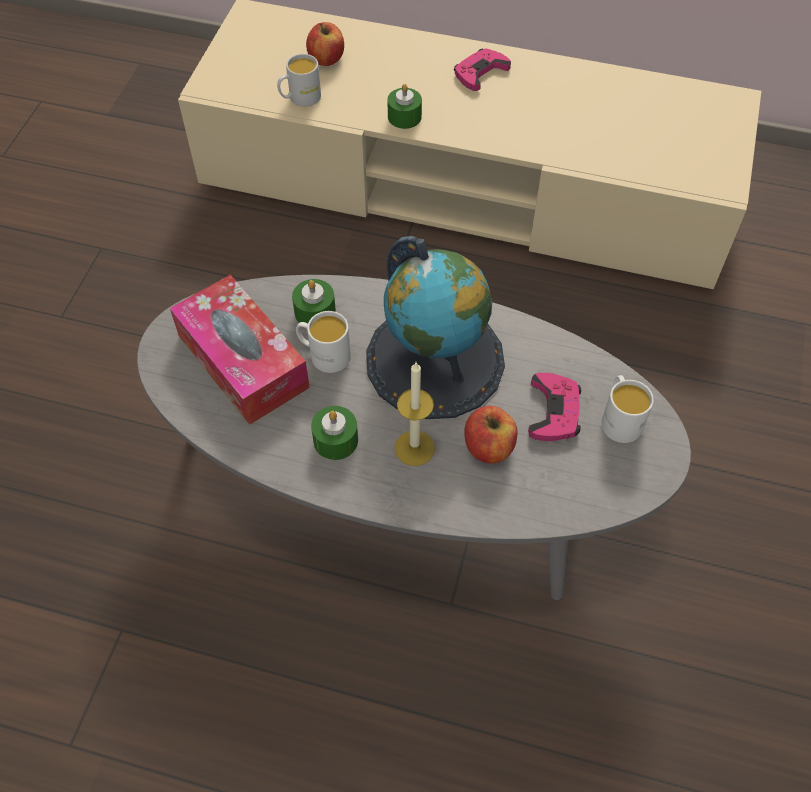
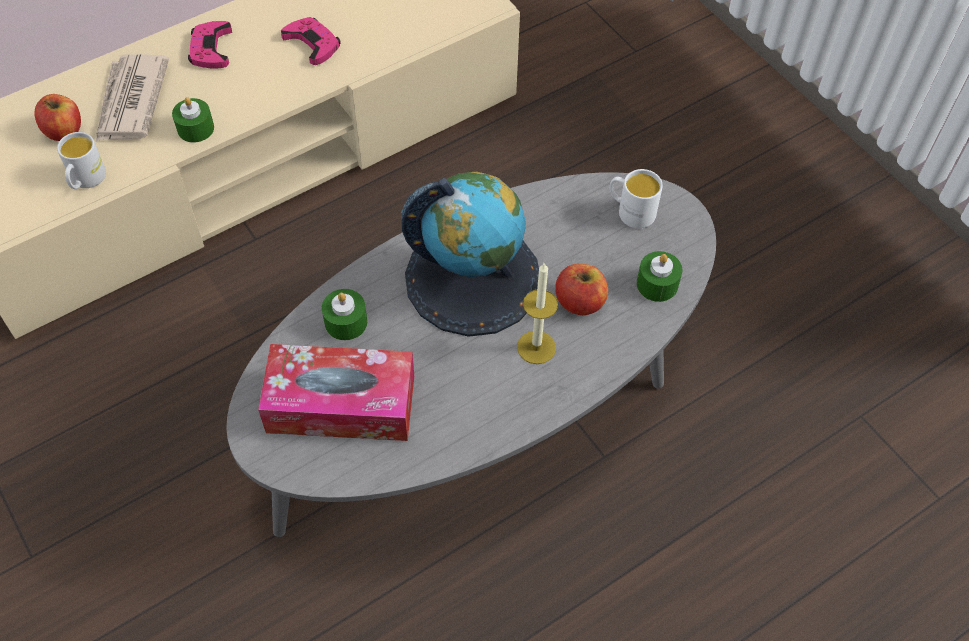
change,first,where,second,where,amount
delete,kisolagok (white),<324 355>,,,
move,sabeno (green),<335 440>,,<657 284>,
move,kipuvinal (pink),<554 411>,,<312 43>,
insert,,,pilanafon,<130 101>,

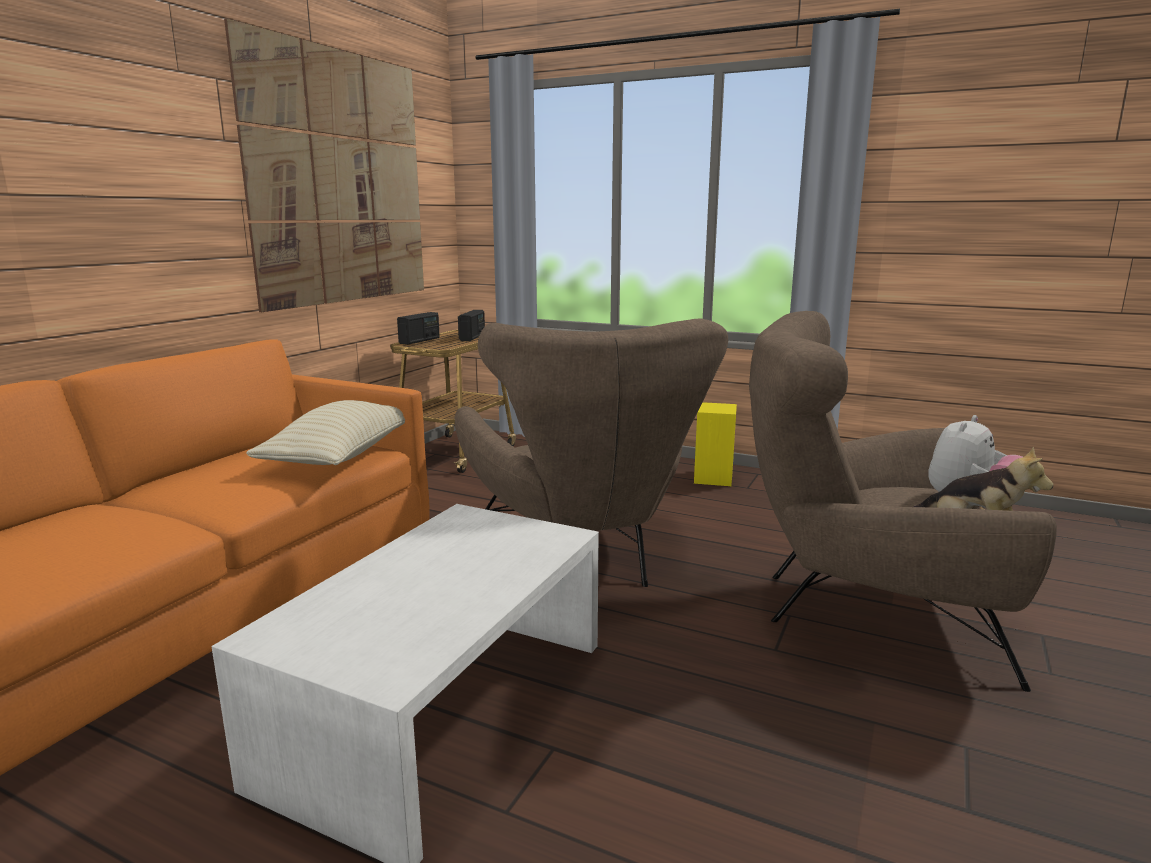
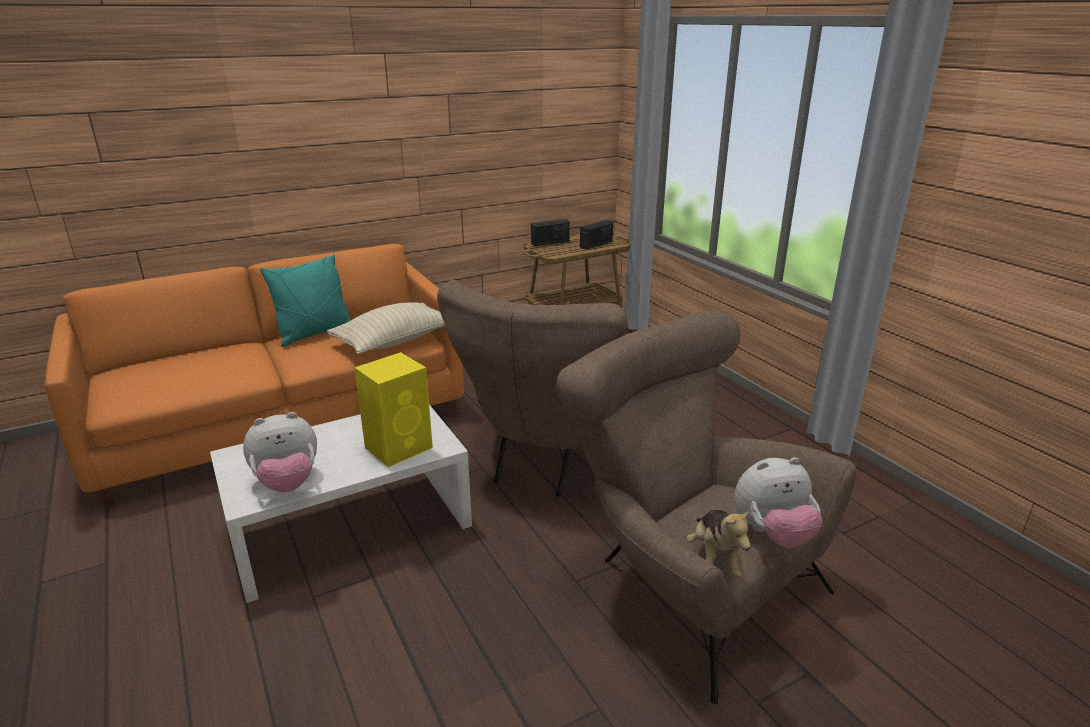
change,first,where,second,where,amount
delete,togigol,<340 179>,,,
move,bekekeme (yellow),<713 477>,,<400 447>,
insert,,,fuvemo,<287 483>,
insert,,,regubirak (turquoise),<314 334>,

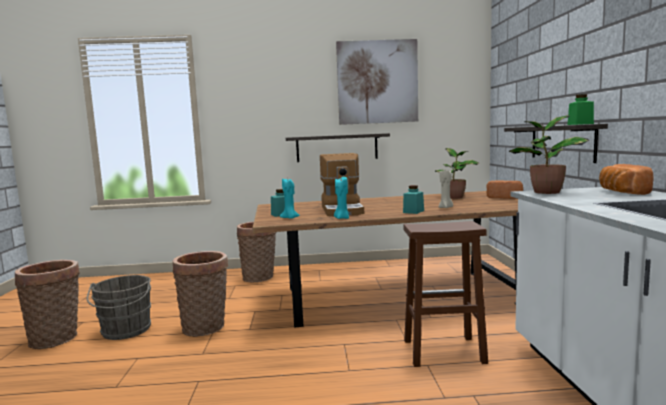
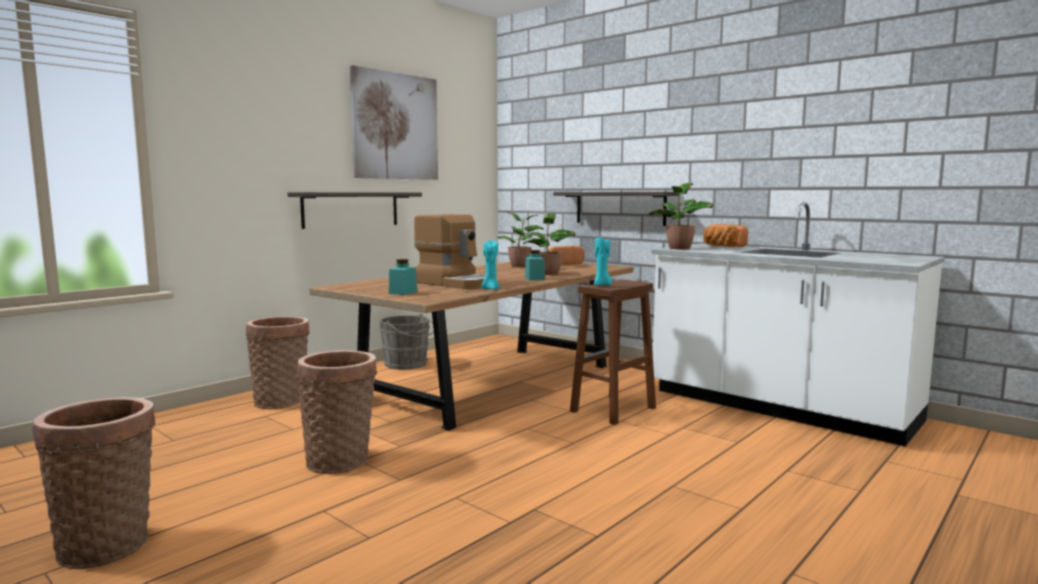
change,first,where,second,where,amount
move,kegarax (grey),<125 331>,,<408 364>,
move,sabeno (turquoise),<290 218>,,<602 285>,
replace,sabeno (beige),<446 207>,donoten,<549 274>,
delete,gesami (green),<580 124>,,,

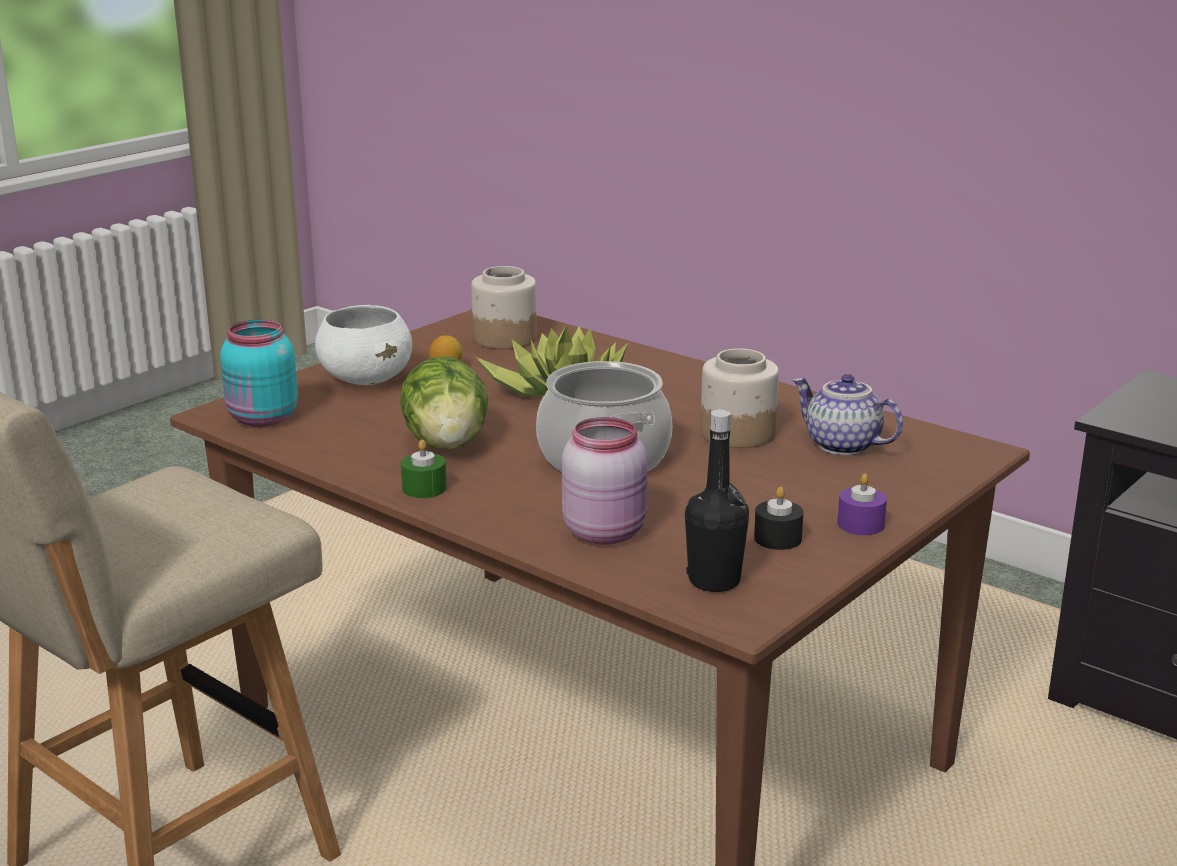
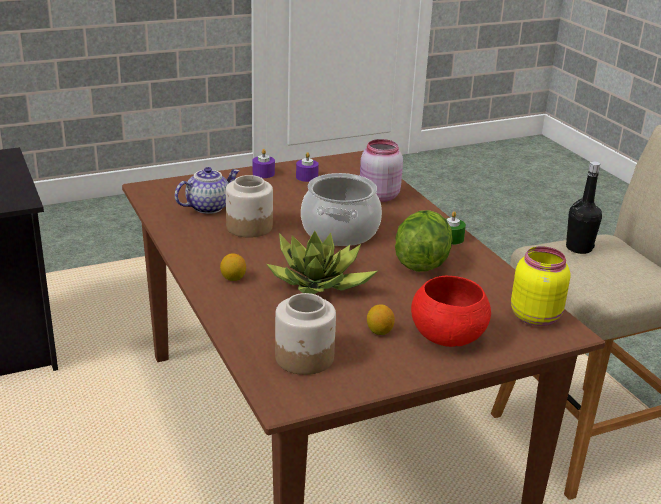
change,first,where,second,where,amount
recolor,gesami (turquoise),<262 419>,gesami (yellow),<536 316>,
recolor,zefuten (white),<366 379>,zefuten (red),<447 338>,
move,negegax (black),<714 581>,,<579 248>,
recolor,sabeno (black),<777 538>,sabeno (purple),<307 177>,
rotate,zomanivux,<841 445>,,<208 207>,105 degrees counterclockwise
insert,,,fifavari,<233 278>,

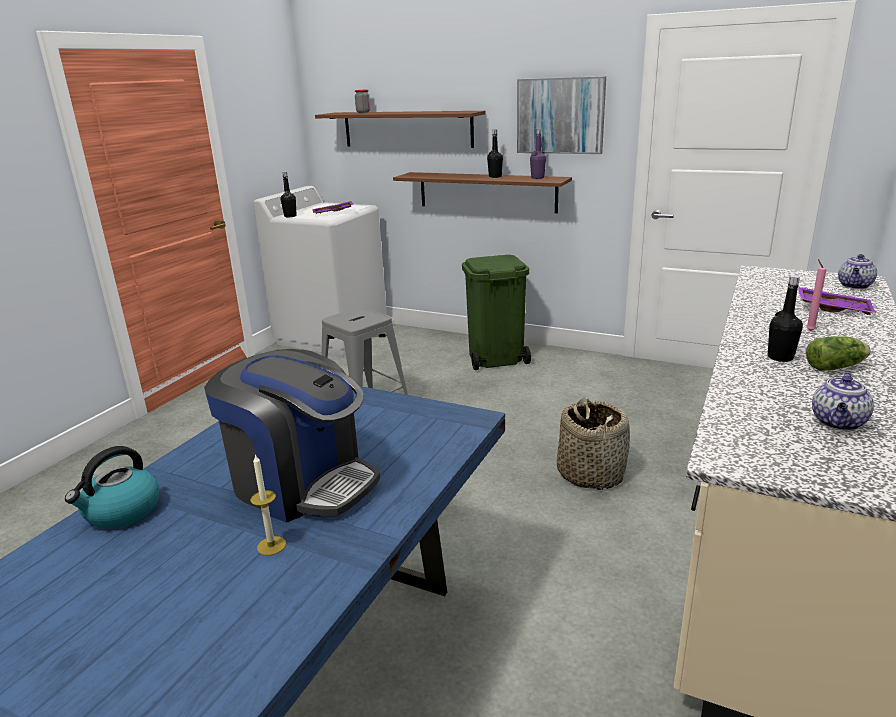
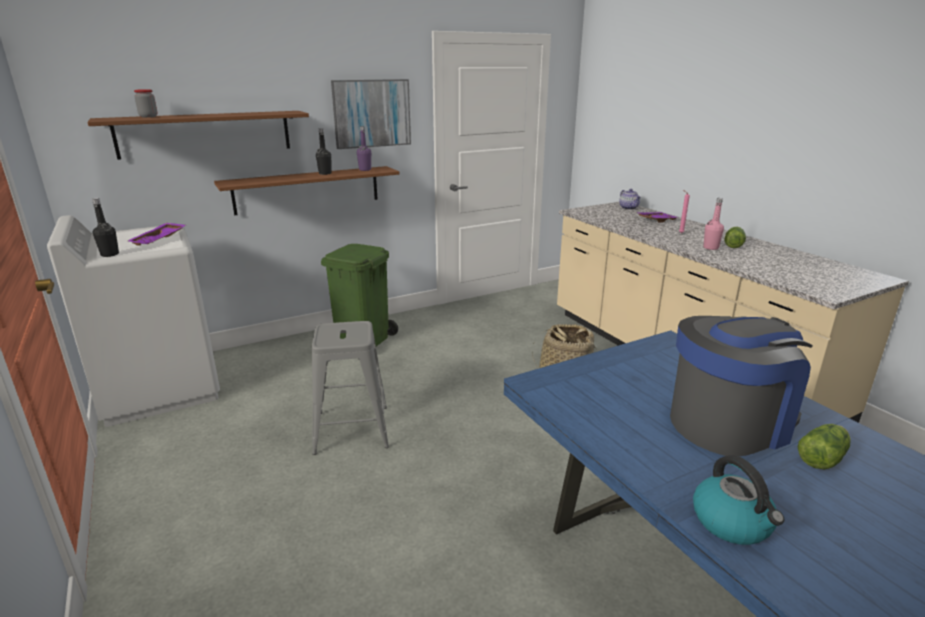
change,first,where,second,where,amount
replace,sabeno,<271 546>,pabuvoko,<823 457>,
recolor,negegax (black),<780 357>,negegax (pink),<710 248>,
delete,zomanivux,<838 423>,,,

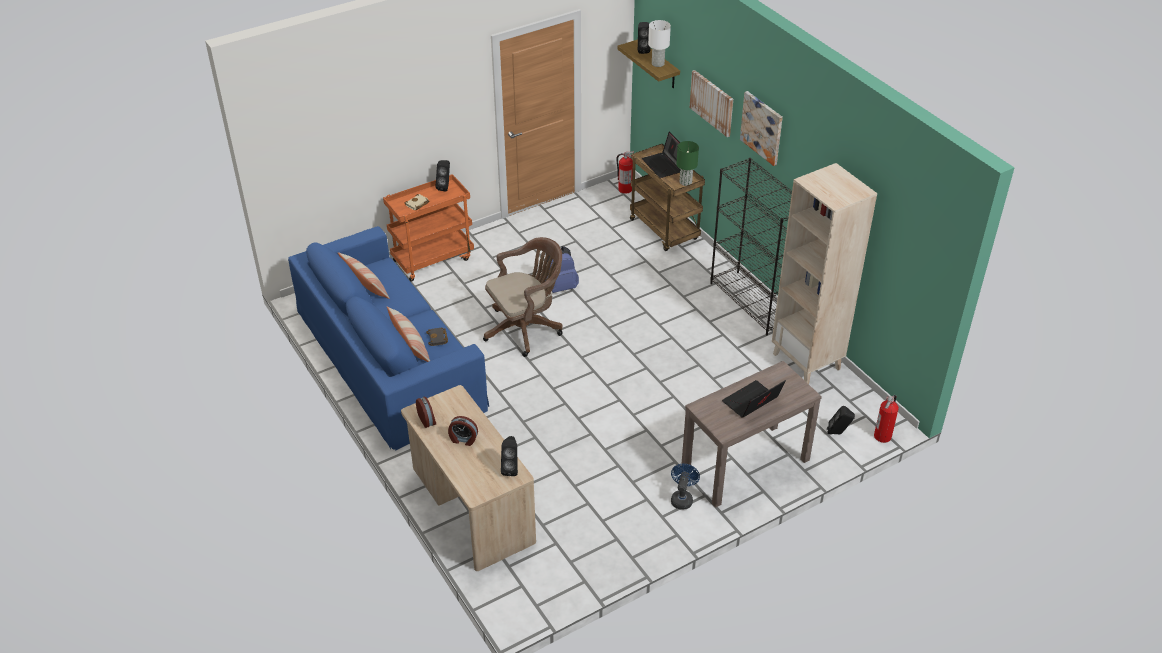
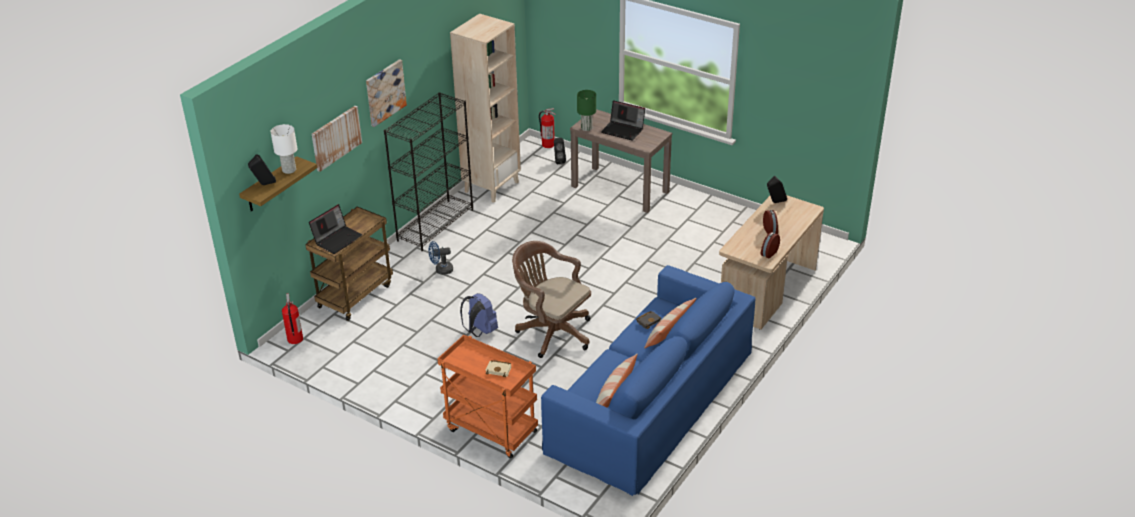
change,first,where,second,where,amount
delete,bekekeme (black),<445 187>,,,
move,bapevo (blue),<682 498>,,<441 270>,
move,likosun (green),<685 182>,,<586 128>,

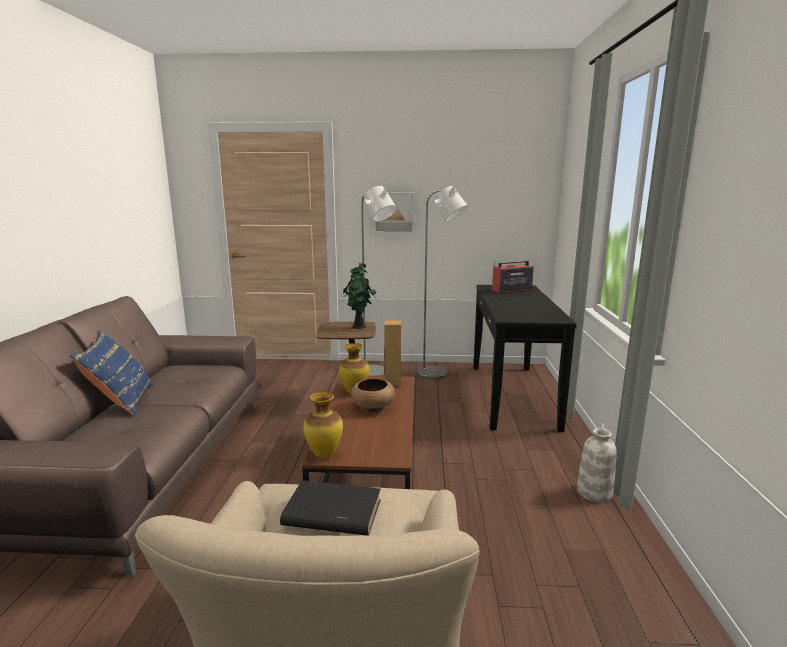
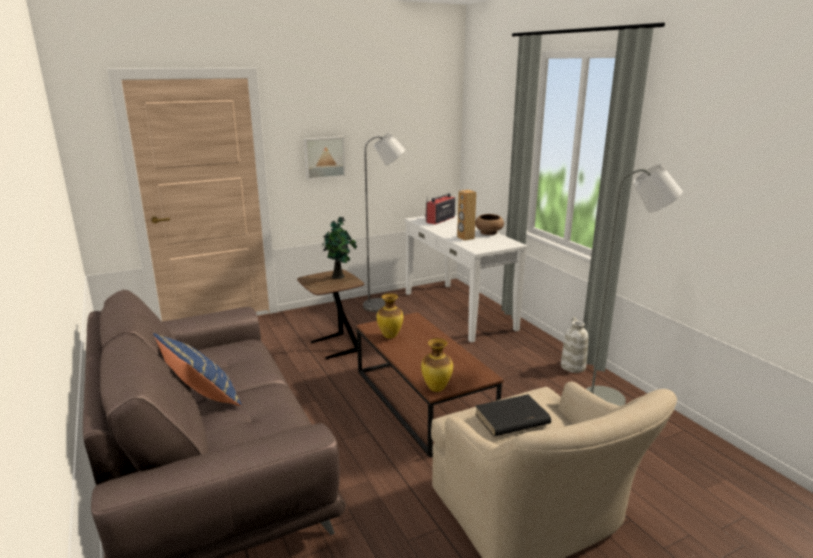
change,first,where,second,where,amount
move,zefuten (brown),<373 408>,,<489 233>,
move,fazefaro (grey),<375 374>,,<612 400>,
move,bekekeme (brown),<392 382>,,<465 238>,
recolor,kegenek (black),<512 395>,kegenek (white),<458 310>,

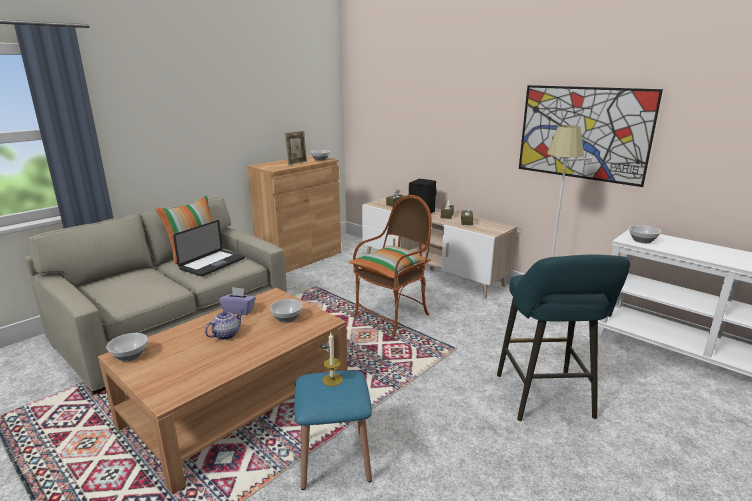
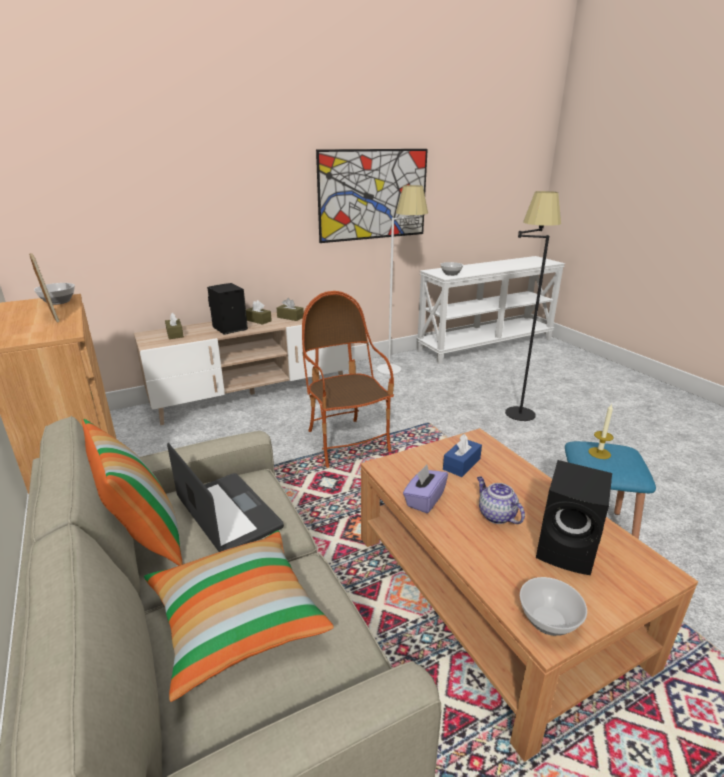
change,first,where,second,where,amount
replace,zefuten,<286 318>,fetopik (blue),<461 464>,
move,regubirak,<389 271>,,<236 620>,
replace,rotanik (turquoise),<546 399>,fazefaro (black),<516 407>,
insert,,,bekekeme (black),<568 550>,

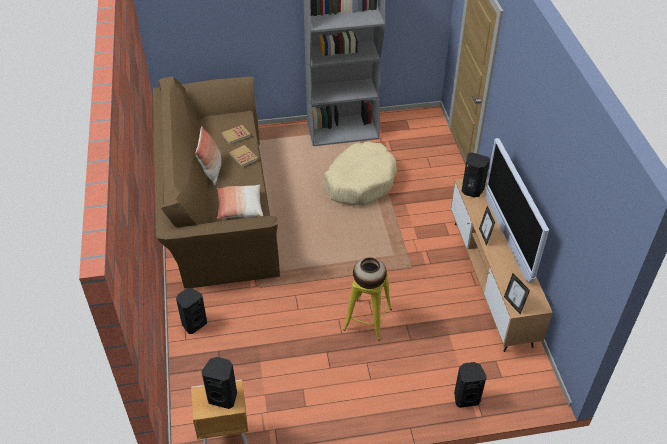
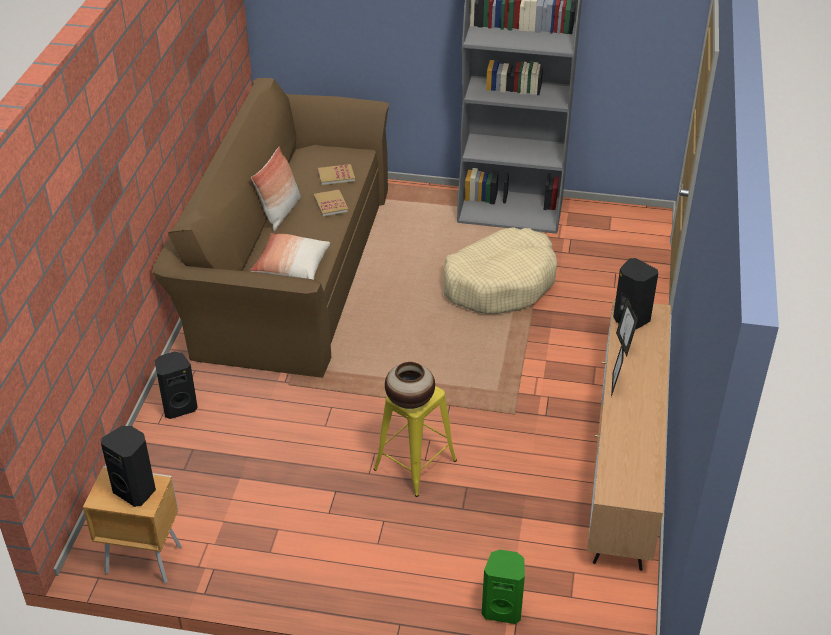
change,first,where,second,where,amount
recolor,bekekeme (black),<466 397>,bekekeme (green),<502 609>,
delete,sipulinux,<507 238>,,,
move,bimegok,<513 304>,,<624 344>,

